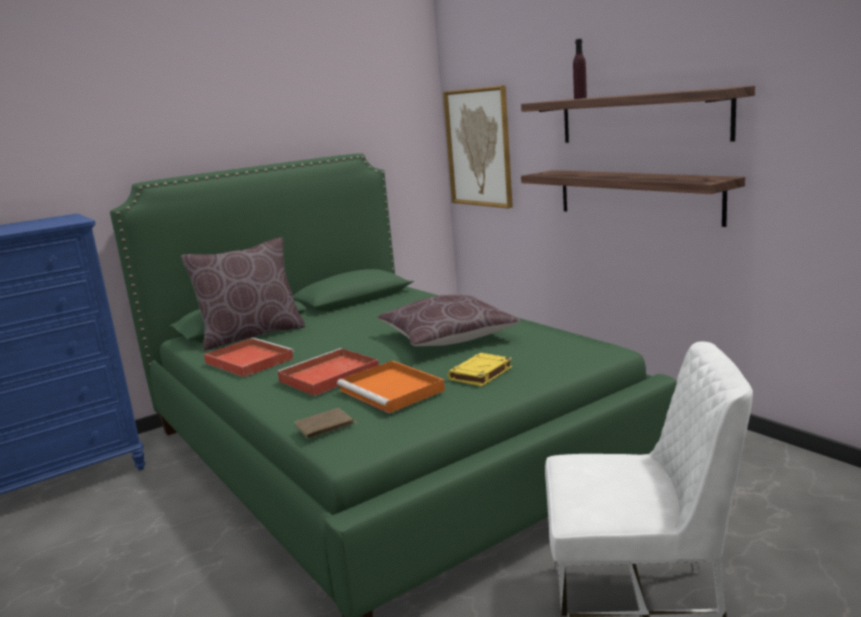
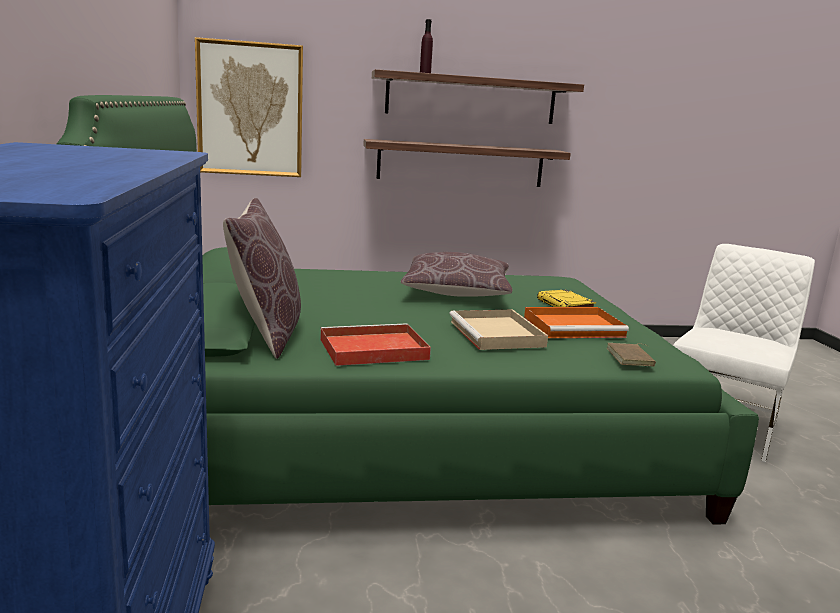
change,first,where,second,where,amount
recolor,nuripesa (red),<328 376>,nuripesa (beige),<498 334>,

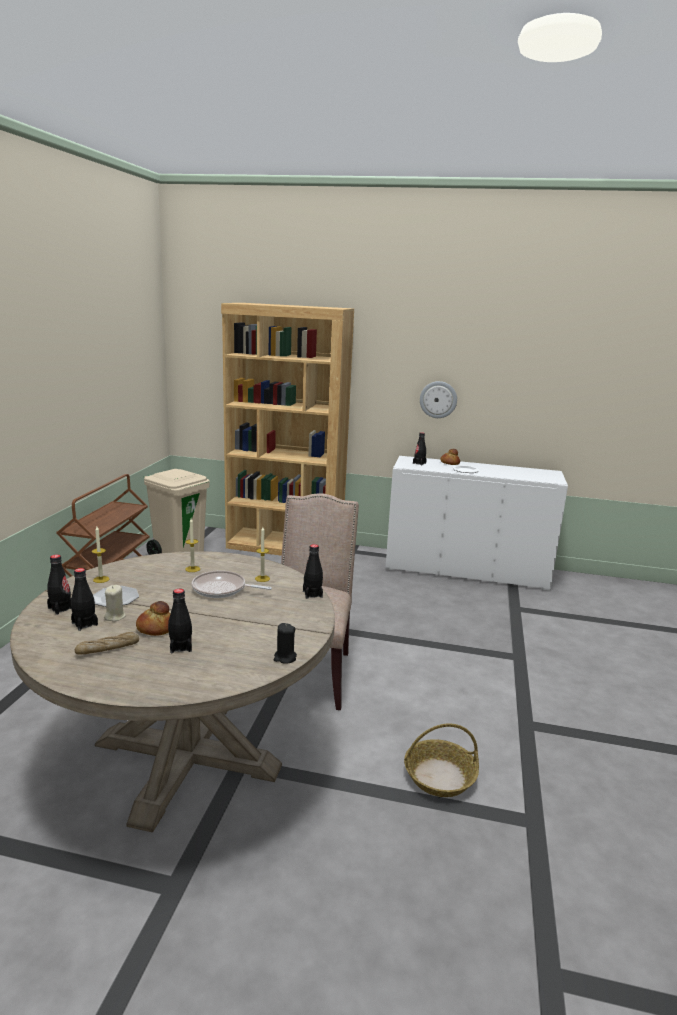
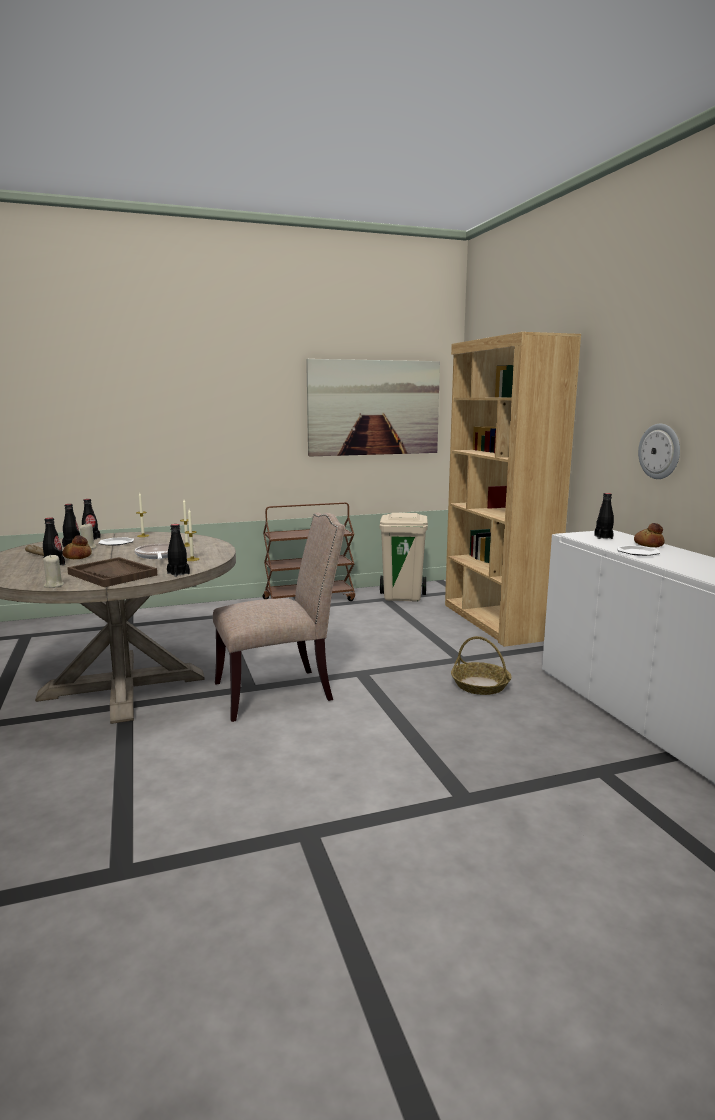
change,first,where,second,where,amount
recolor,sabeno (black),<285 658>,sabeno (beige),<53 585>,
move,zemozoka,<440 776>,,<480 685>,
insert,,,nuripesa (brown),<112 574>,
insert,,,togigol,<374 408>,

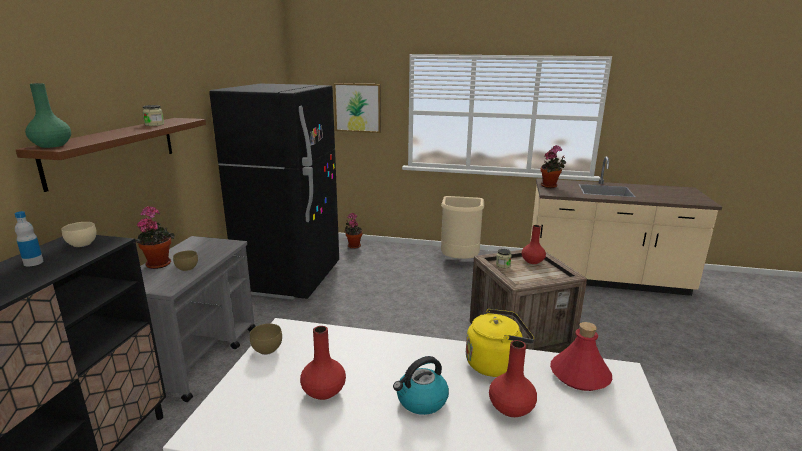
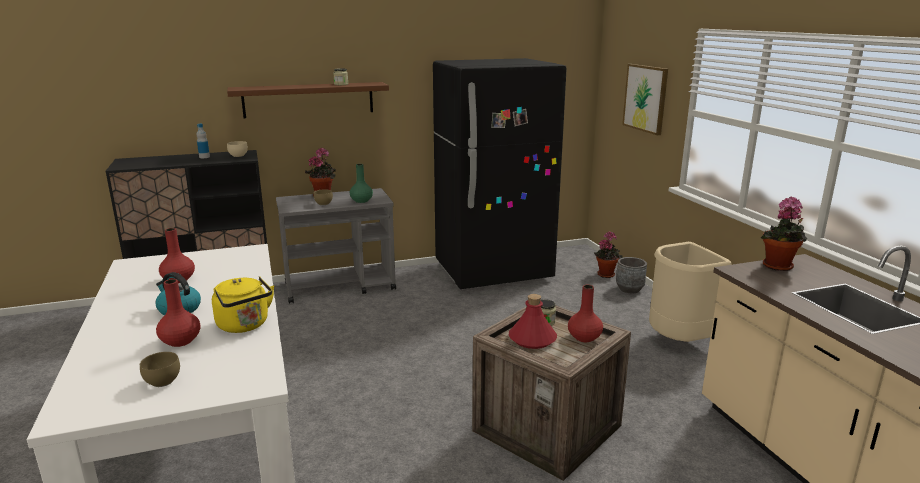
change,first,where,second,where,amount
move,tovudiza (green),<51 145>,,<361 201>,
move,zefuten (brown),<266 350>,,<161 381>,
move,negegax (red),<579 375>,,<532 339>,
insert,,,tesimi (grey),<629 289>,

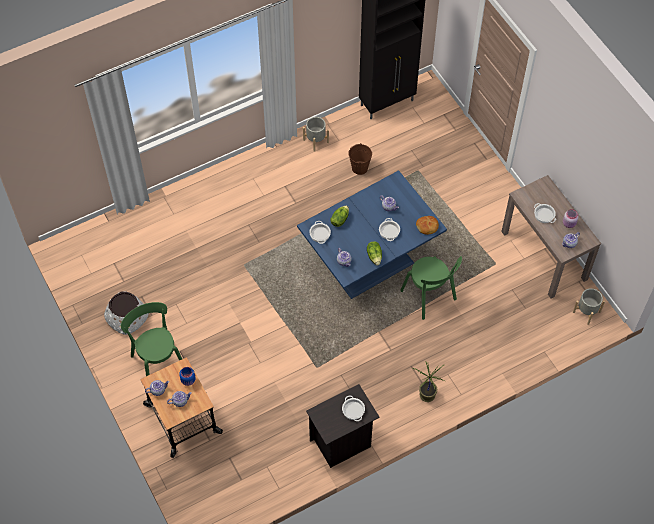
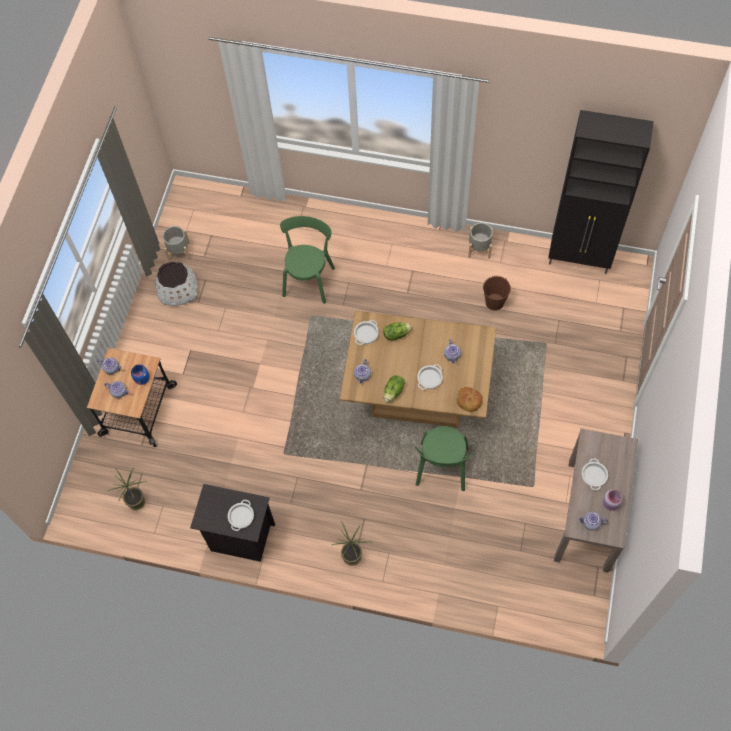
change,first,where,second,where,amount
move,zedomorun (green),<157 359>,,<309 279>,
recolor,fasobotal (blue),<369 264>,fasobotal (brown),<417 397>,
move,tesimi (grey),<586 312>,,<179 252>,
insert,,,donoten,<136 501>,

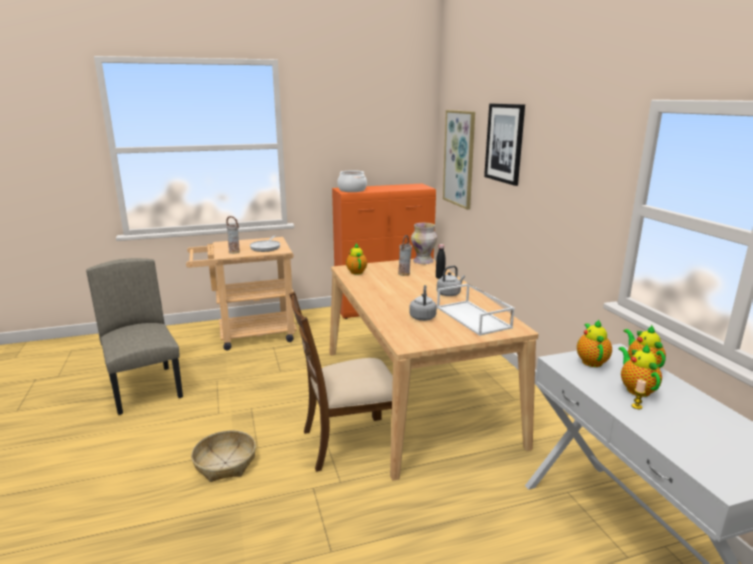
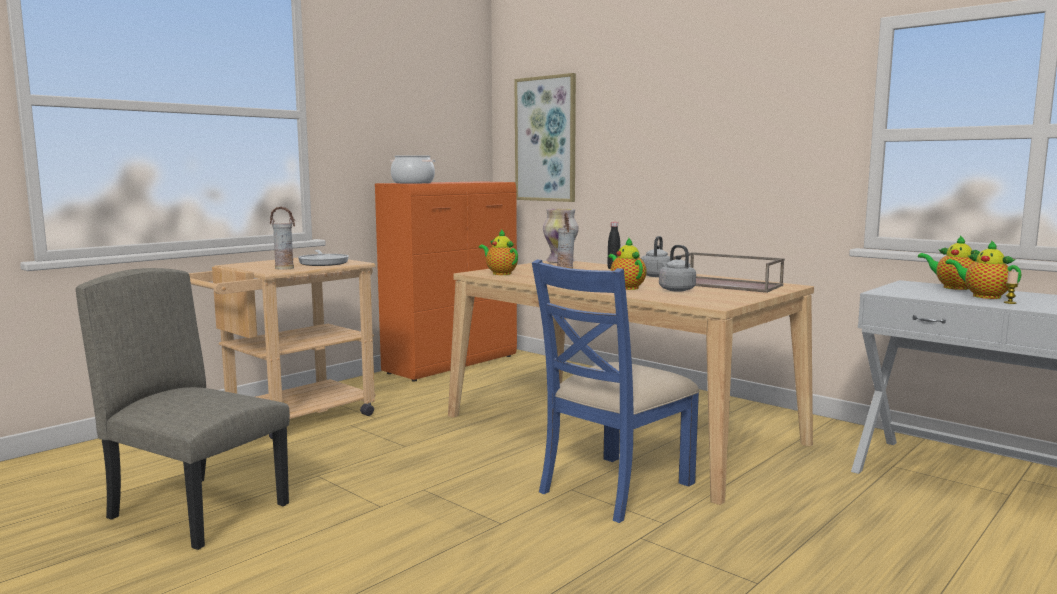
change,first,where,second,where,amount
delete,zemozoka,<225 462>,,,
recolor,zedomorun (brown),<349 442>,zedomorun (blue),<614 487>,
recolor,nuripesa (white),<474 317>,nuripesa (brown),<728 284>,
delete,togigol,<504 143>,,,
move,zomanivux,<591 361>,,<626 287>,

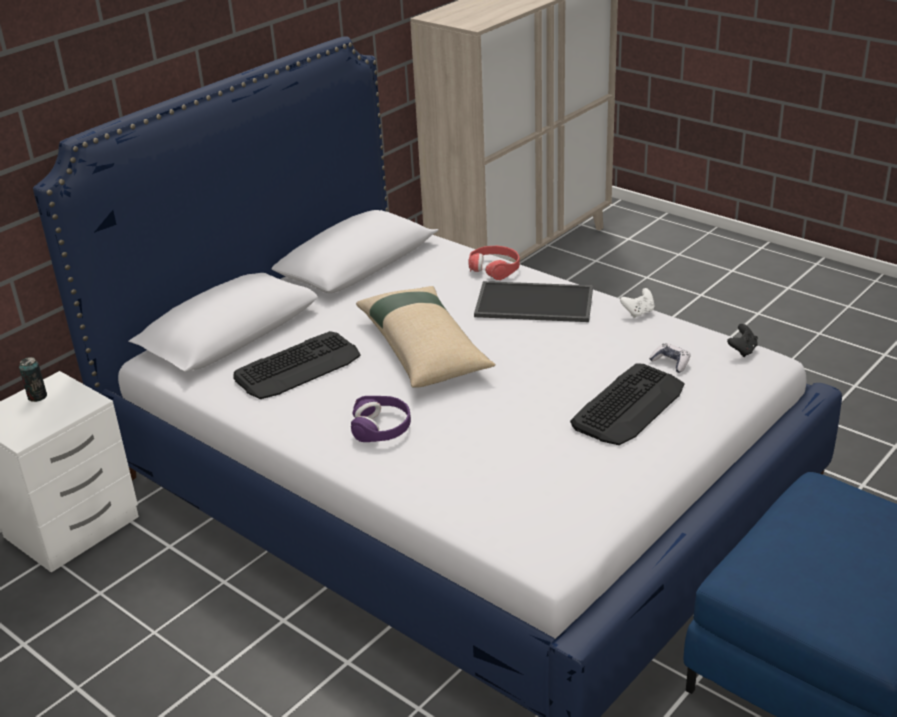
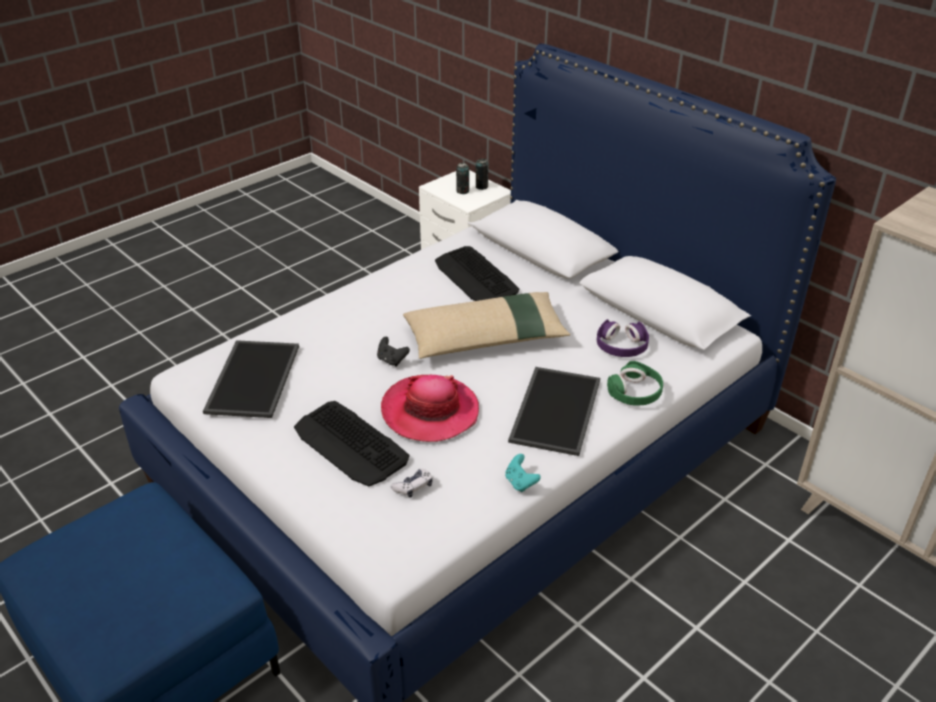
change,first,where,second,where,amount
move,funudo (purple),<381 427>,,<621 346>,
recolor,funudo (red),<494 268>,funudo (green),<635 392>,
recolor,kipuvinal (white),<638 312>,kipuvinal (turquoise),<520 483>,
move,kipuvinal (black),<742 350>,,<392 360>,
insert,,,nuripesa,<251 378>,
insert,,,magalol,<430 411>,
insert,,,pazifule,<462 191>,

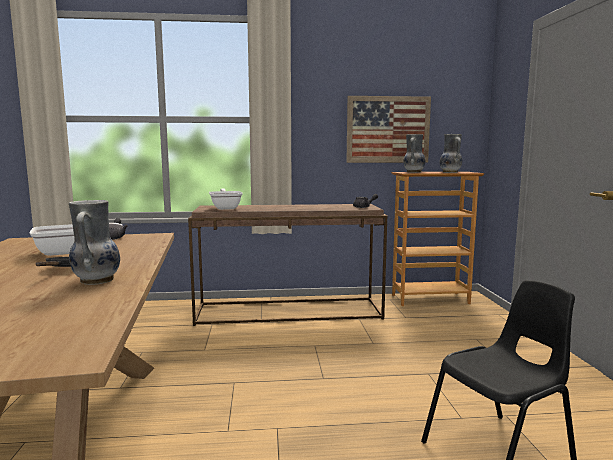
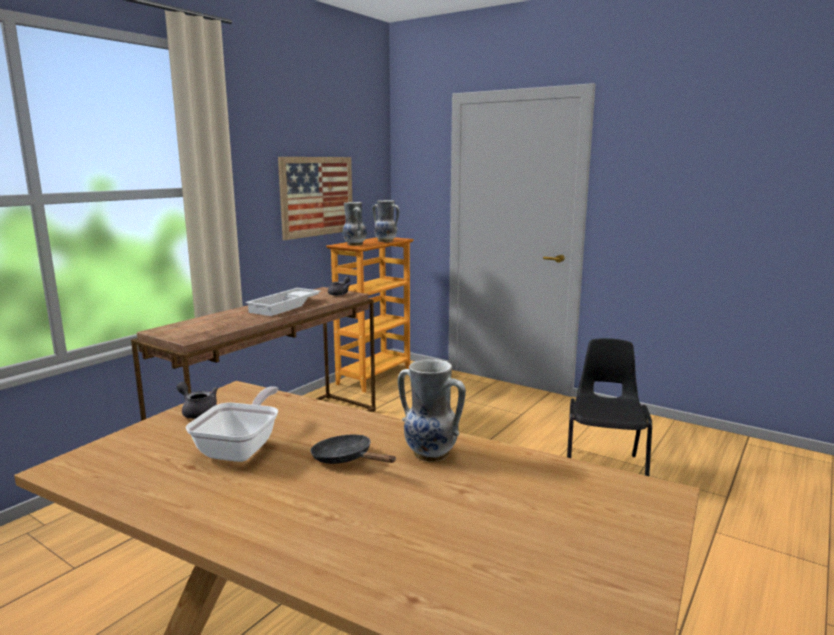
change,first,where,second,where,amount
delete,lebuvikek,<226 208>,,,
insert,,,nuripesa (white),<285 306>,

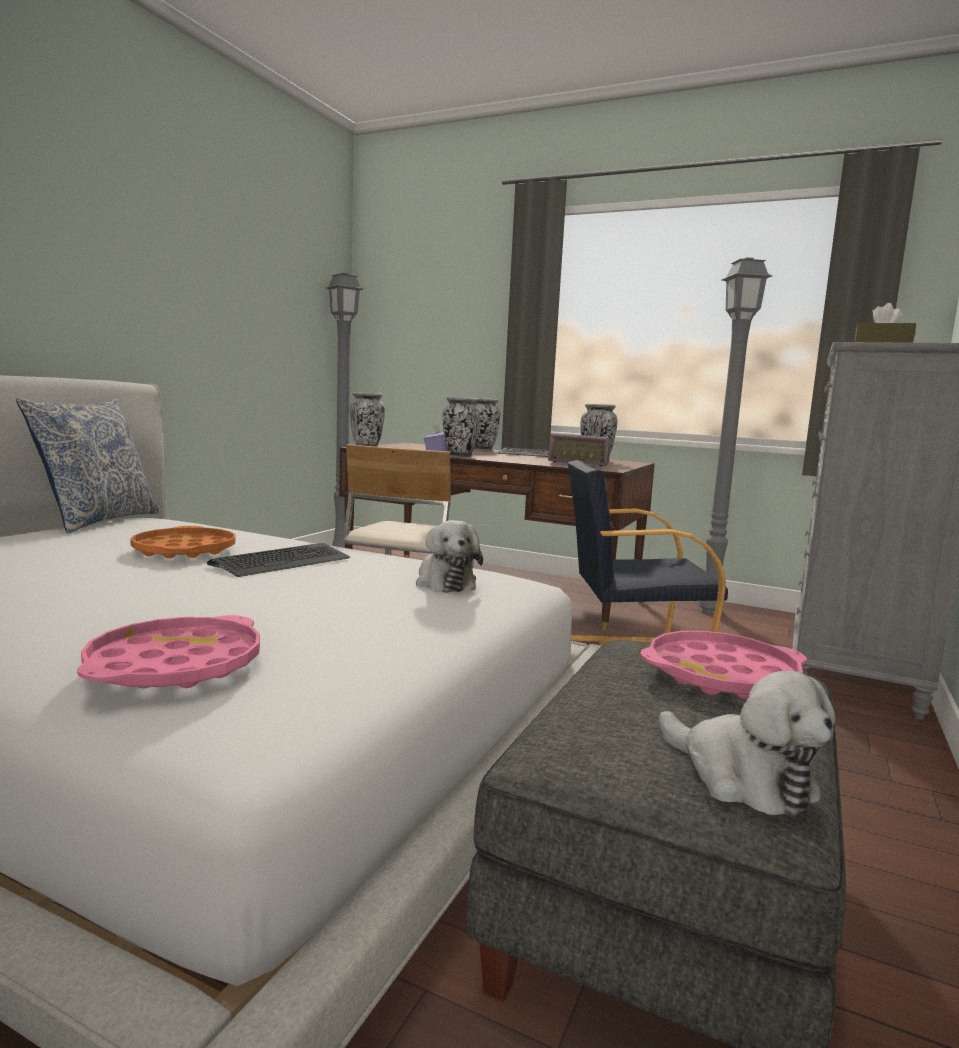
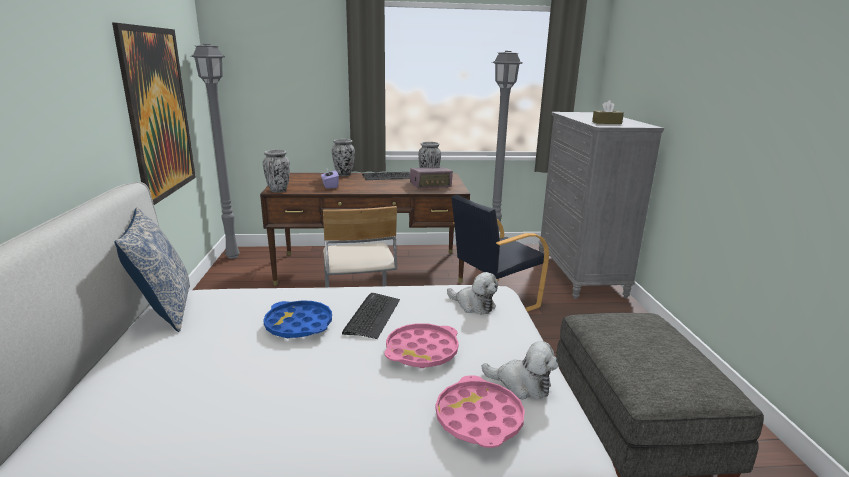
change,first,where,second,where,amount
recolor,nuripesa (orange),<184 551>,nuripesa (blue),<299 325>,
delete,tovudiza,<459 456>,,,
move,nuripesa (pink),<721 676>,,<422 351>,
move,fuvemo,<741 777>,,<522 384>,
insert,,,togigol,<158 113>,

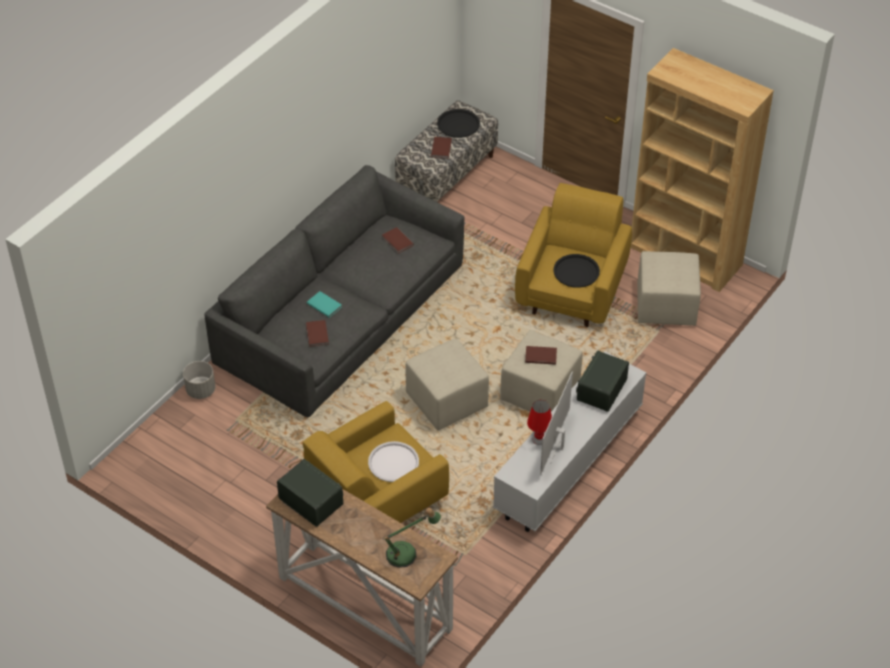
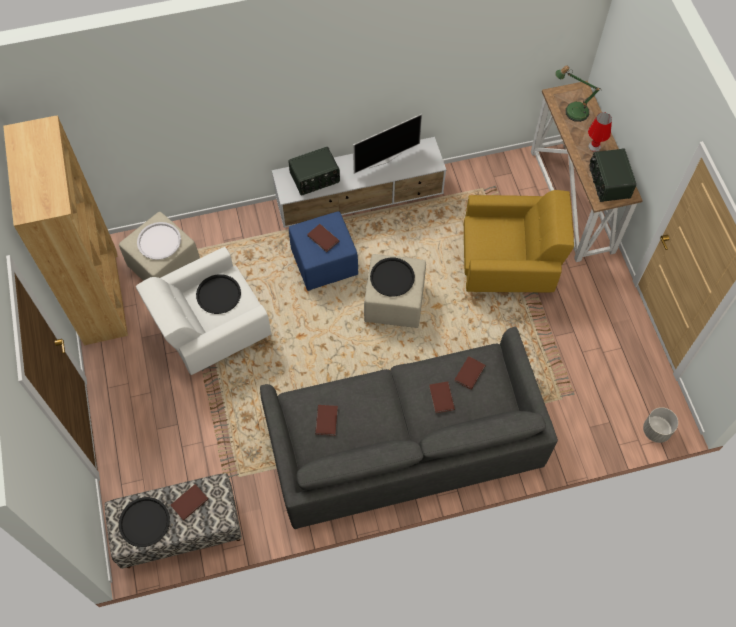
change,first,where,second,where,amount
move,tesimi (grey),<201 390>,,<656 431>,
recolor,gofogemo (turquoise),<324 305>,gofogemo (brown),<441 398>,
move,nuripesa (white),<393 462>,,<159 241>,
recolor,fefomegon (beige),<540 393>,fefomegon (blue),<325 262>,
recolor,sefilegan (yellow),<572 290>,sefilegan (white),<211 329>,
move,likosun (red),<539 439>,,<594 146>,
insert,,,nuripesa (black),<392 277>,

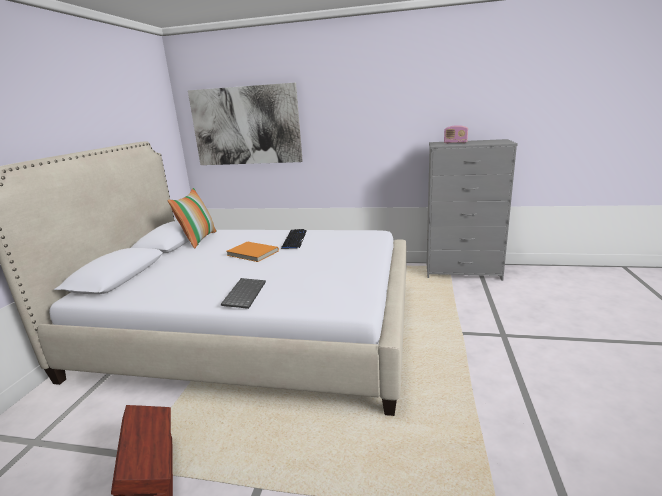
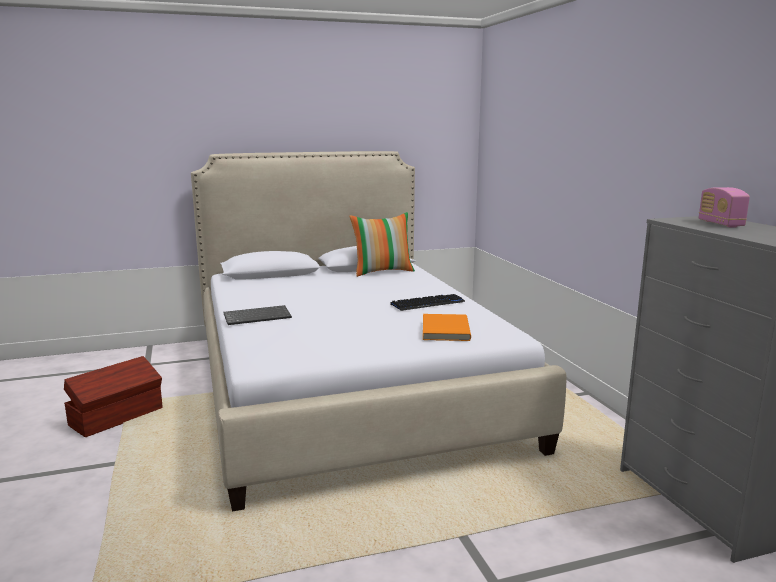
change,first,where,second,where,amount
delete,togigol,<246 126>,,,
move,gofogemo (orange),<252 253>,,<444 330>,

